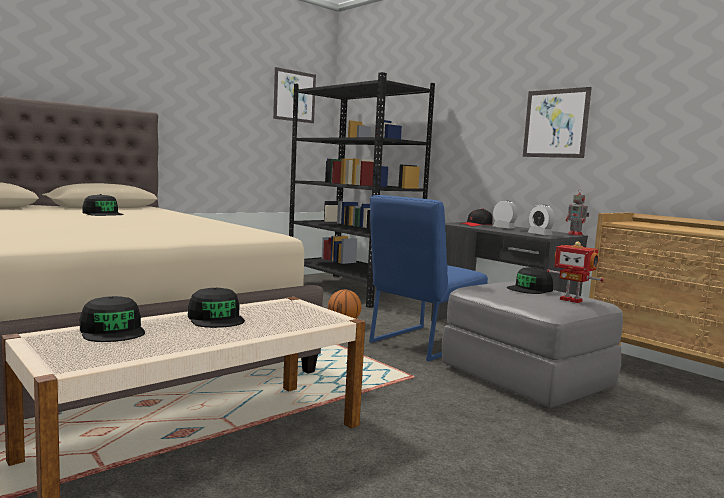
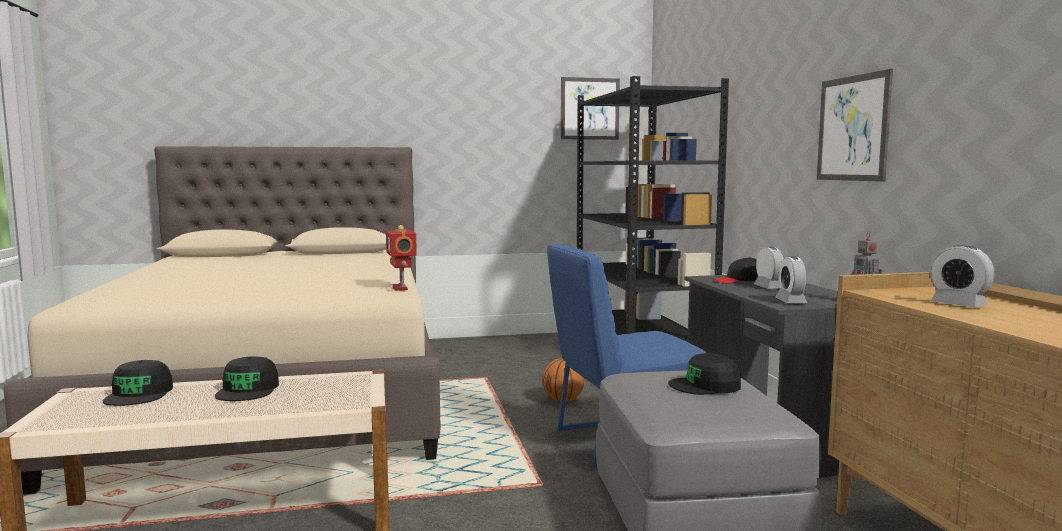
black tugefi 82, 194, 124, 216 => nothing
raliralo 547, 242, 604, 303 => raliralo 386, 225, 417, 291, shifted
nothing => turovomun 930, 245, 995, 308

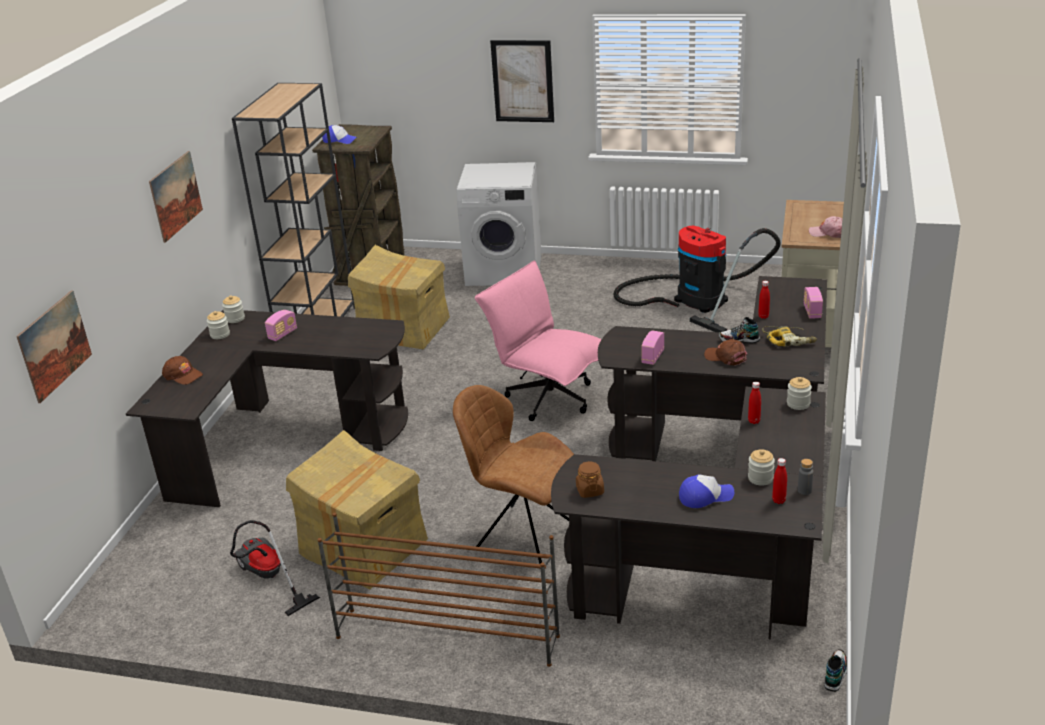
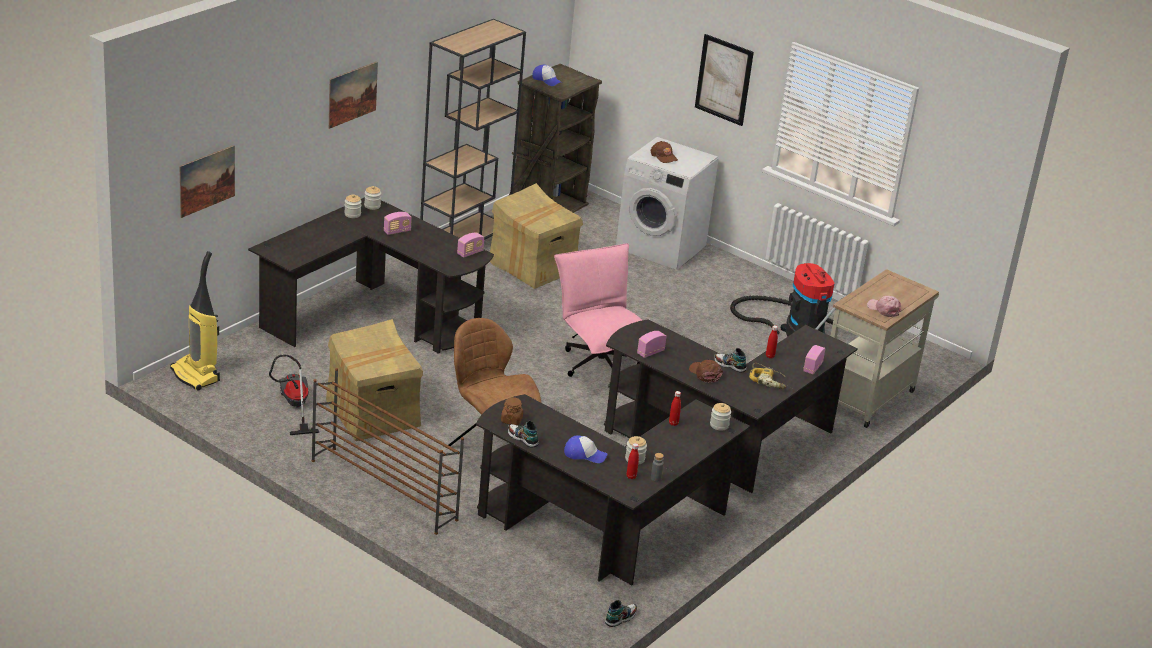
brown tugefi 162, 356, 203, 385 => brown tugefi 650, 141, 678, 163, shifted
nothing => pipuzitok 170, 251, 220, 390
nothing => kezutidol 457, 233, 484, 258
nothing => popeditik 508, 421, 539, 448

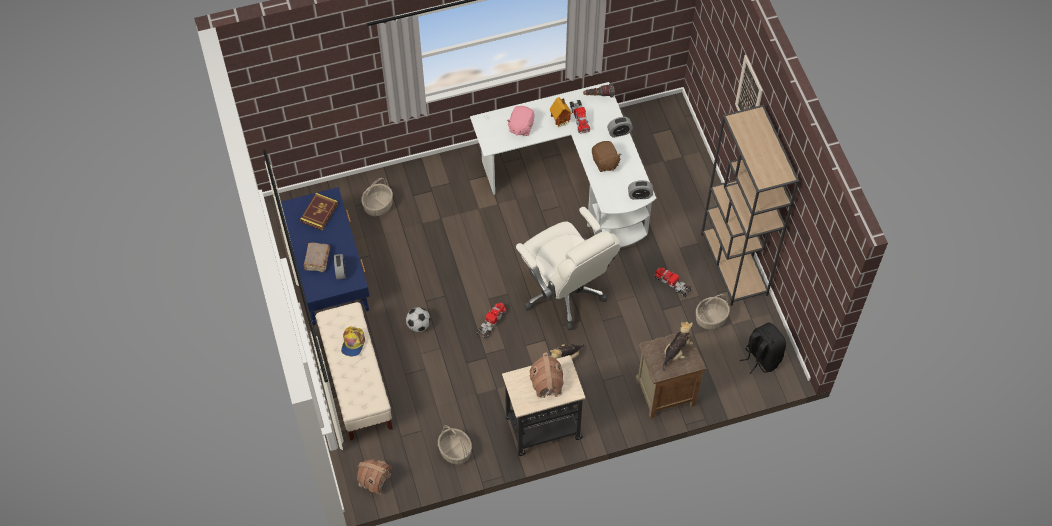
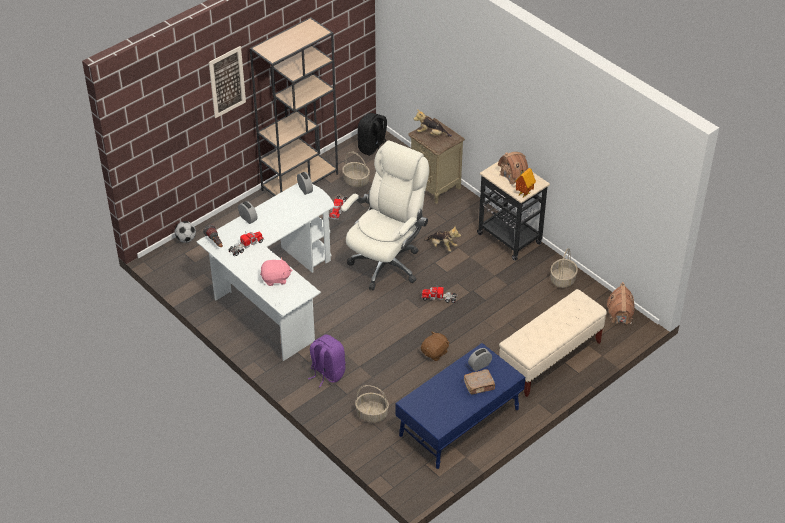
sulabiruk 300, 193, 338, 230 => nothing
tugefi 341, 326, 365, 356 => nothing
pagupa 406, 307, 431, 332 => pagupa 175, 221, 196, 243, shifted
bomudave 550, 97, 572, 127 => bomudave 516, 168, 536, 199, shifted
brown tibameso 592, 141, 622, 172 => brown tibameso 421, 331, 450, 361, shifted
nothing => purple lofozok 308, 334, 346, 387

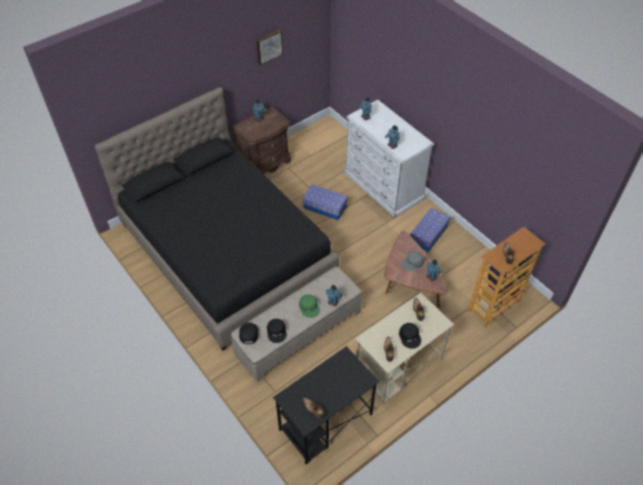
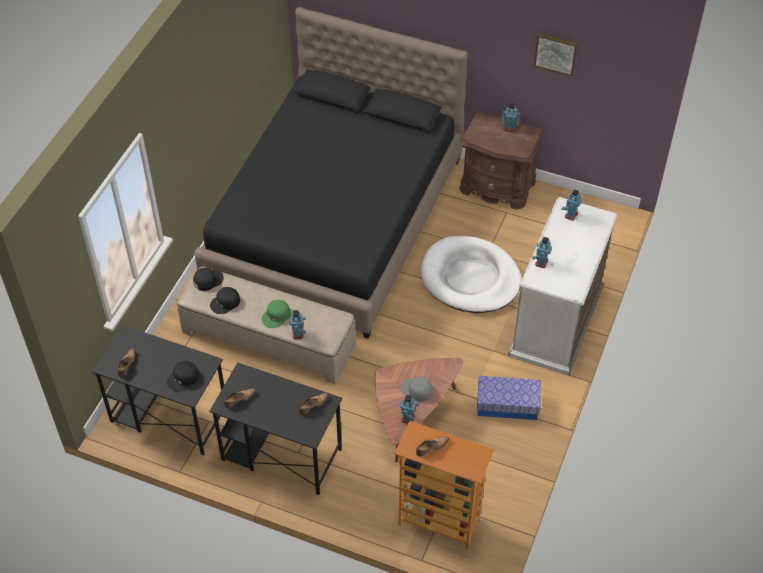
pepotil 302, 184, 348, 220 => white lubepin 421, 236, 522, 313
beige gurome 355, 293, 454, 405 => black gurome 209, 362, 342, 495
black tugefi 399, 323, 421, 349 => black tugefi 167, 361, 199, 392, shifted

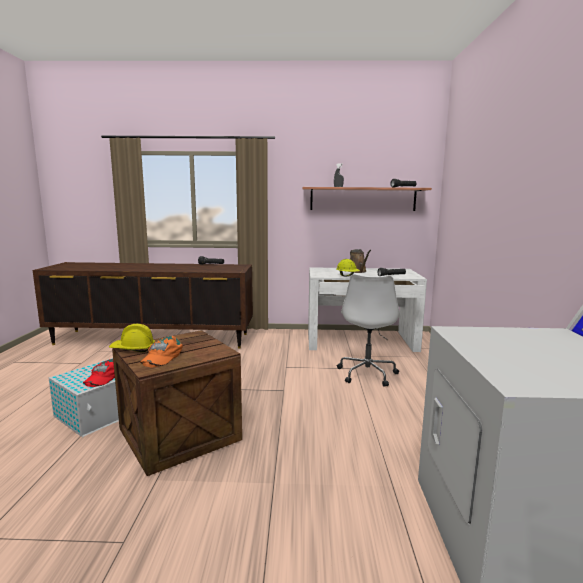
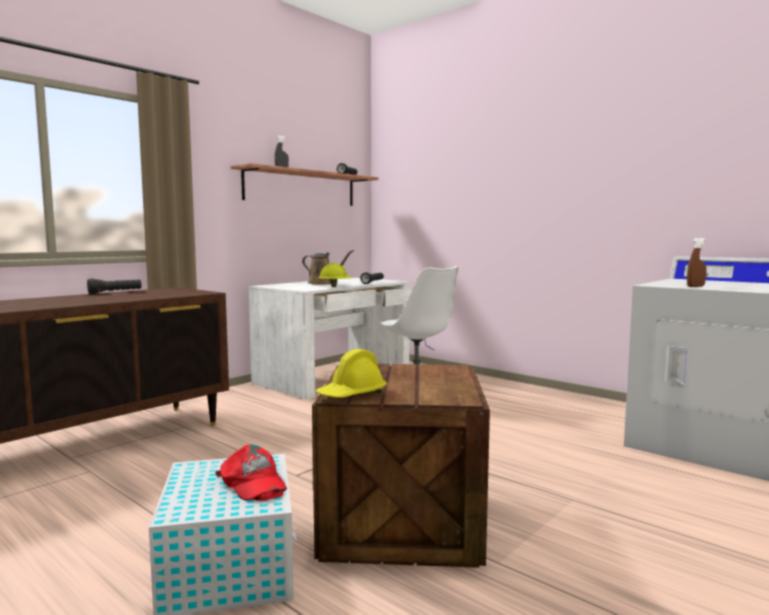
orange tugefi 140, 336, 183, 367 => nothing
nothing => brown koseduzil 687, 238, 706, 287

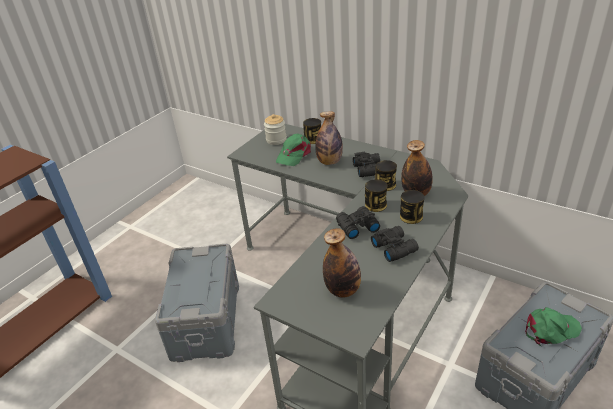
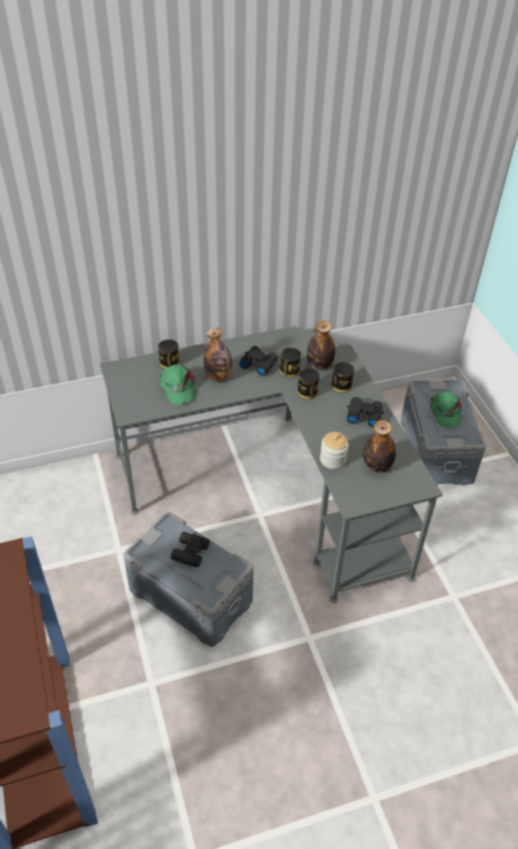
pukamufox 264, 114, 287, 145 => pukamufox 320, 432, 349, 469, shifted
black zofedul 336, 206, 380, 239 => black zofedul 171, 532, 210, 567, shifted
green tugefi 525, 307, 582, 346 => green tugefi 430, 392, 462, 427, 150 degrees clockwise

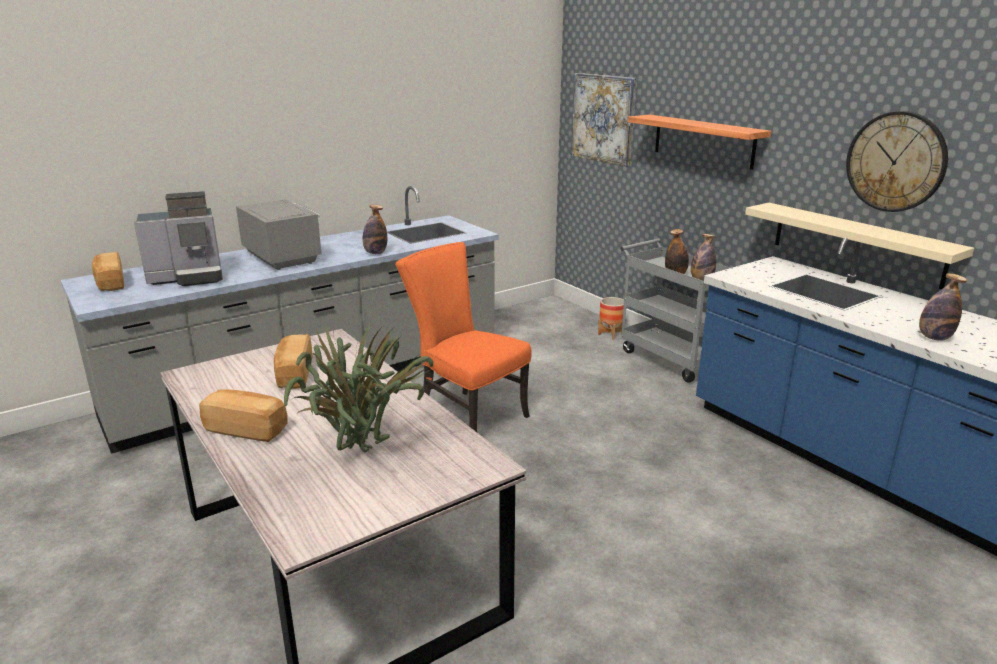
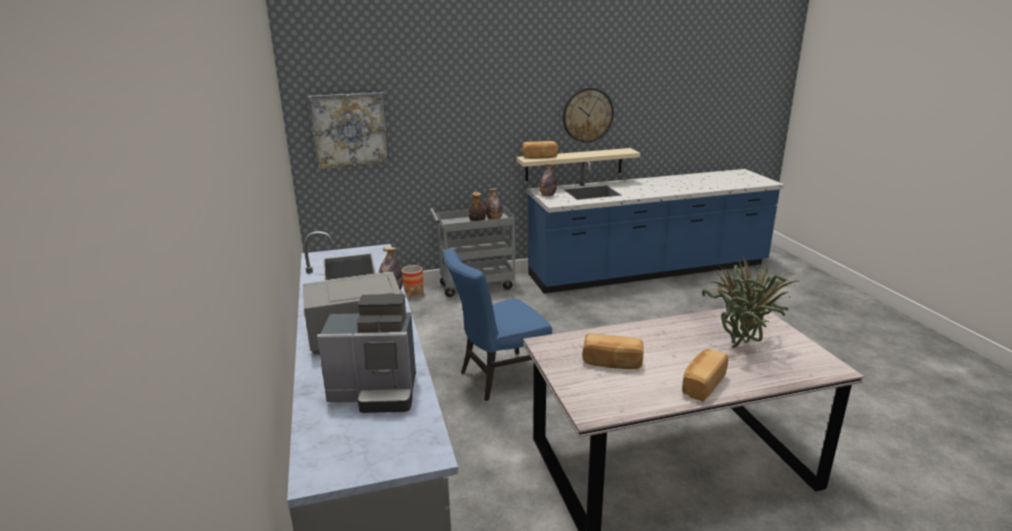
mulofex 92, 252, 124, 291 => mulofex 522, 141, 558, 159, shifted
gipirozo 134, 191, 223, 286 => gipirozo 317, 294, 416, 413, 90 degrees clockwise
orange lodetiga 395, 242, 532, 432 => blue lodetiga 443, 248, 552, 401
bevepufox 627, 114, 771, 170 => nothing
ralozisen 919, 273, 967, 341 => ralozisen 540, 163, 557, 196, shifted

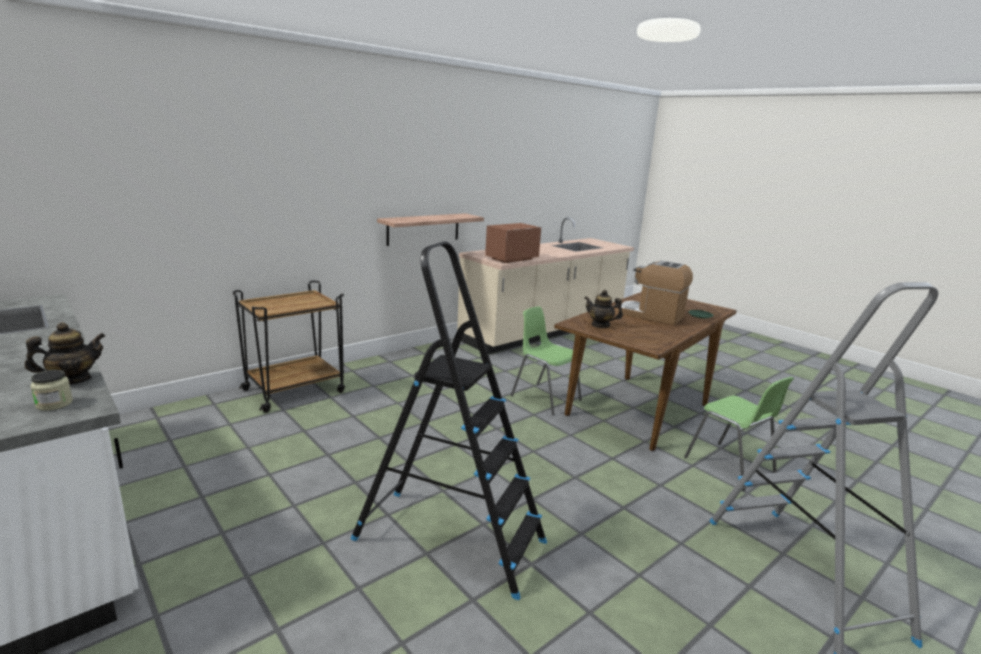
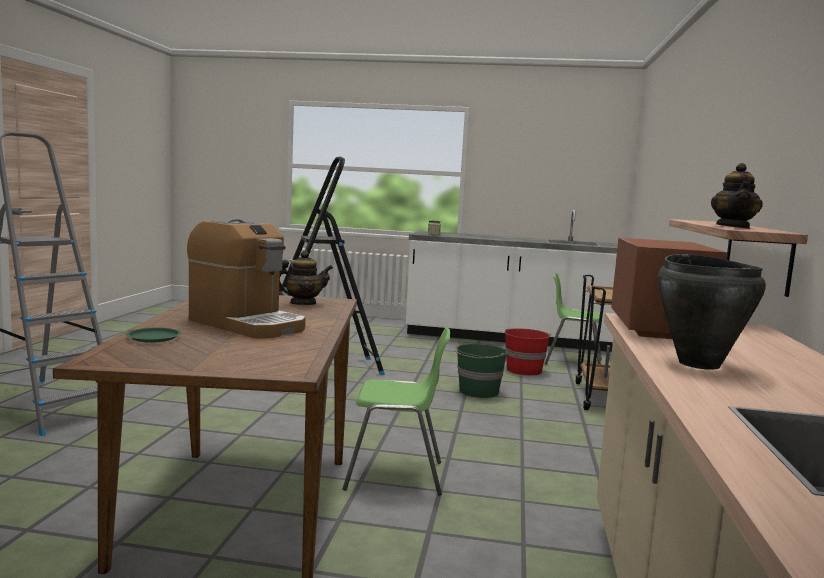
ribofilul 25, 322, 105, 385 => ribofilul 711, 163, 763, 229, shifted
gipirozo 618, 261, 693, 325 => gipirozo 187, 219, 306, 338, 45 degrees clockwise
green lodetiga 684, 377, 794, 491 => green lodetiga 544, 273, 602, 365, shifted
nothing => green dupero 454, 343, 508, 398
nothing => red dupero 505, 328, 551, 376
nothing => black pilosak 657, 254, 766, 370

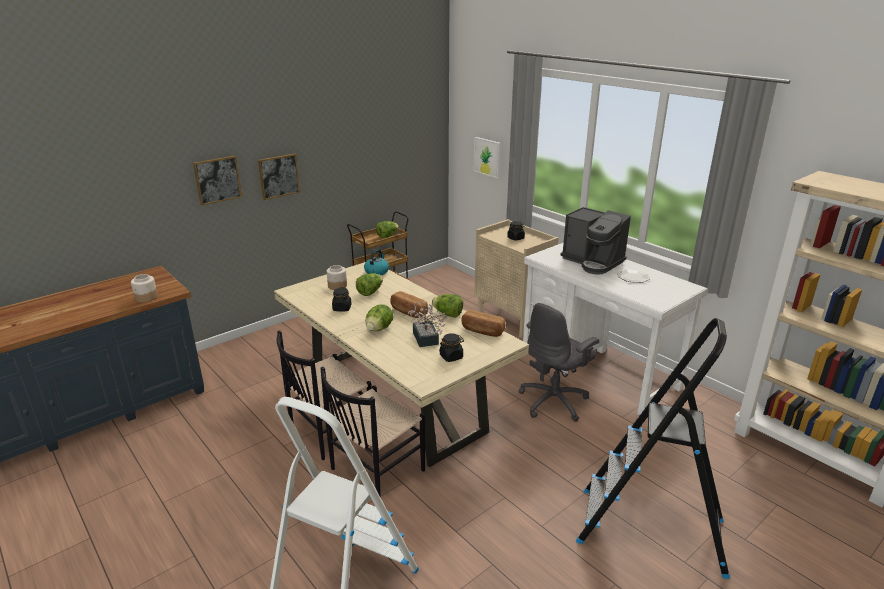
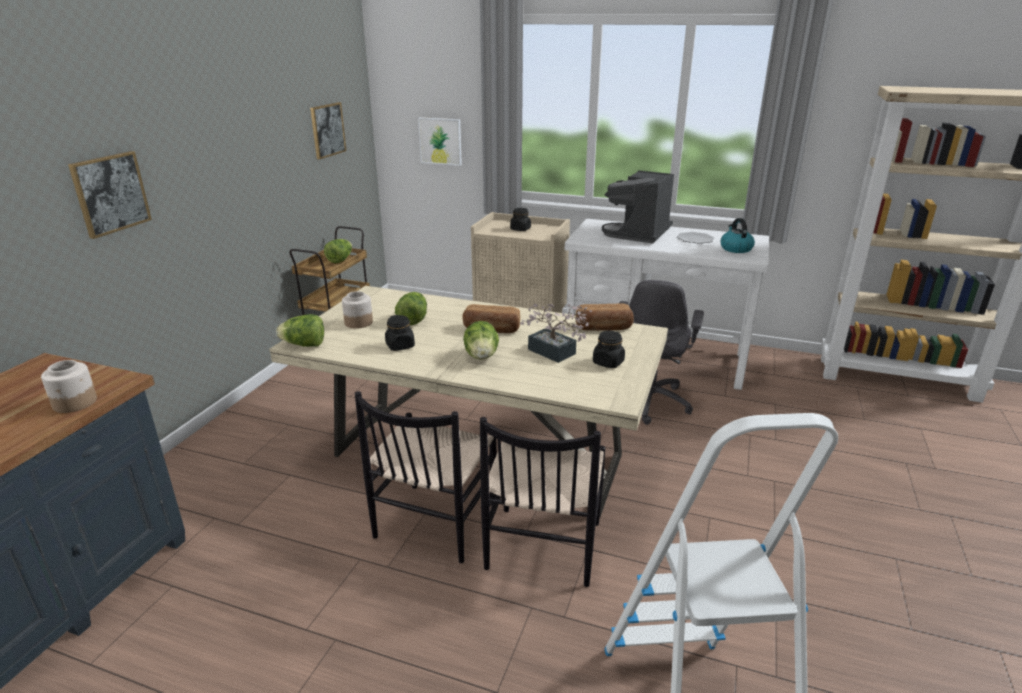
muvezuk 258, 153, 300, 200 => muvezuk 310, 102, 346, 160, shifted
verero 364, 249, 389, 275 => verero 721, 218, 755, 253, shifted
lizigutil 432, 294, 463, 318 => lizigutil 276, 314, 324, 347, shifted
gipirozo 560, 207, 631, 275 => gipirozo 602, 170, 674, 244, 105 degrees clockwise
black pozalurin 576, 318, 730, 579 => nothing

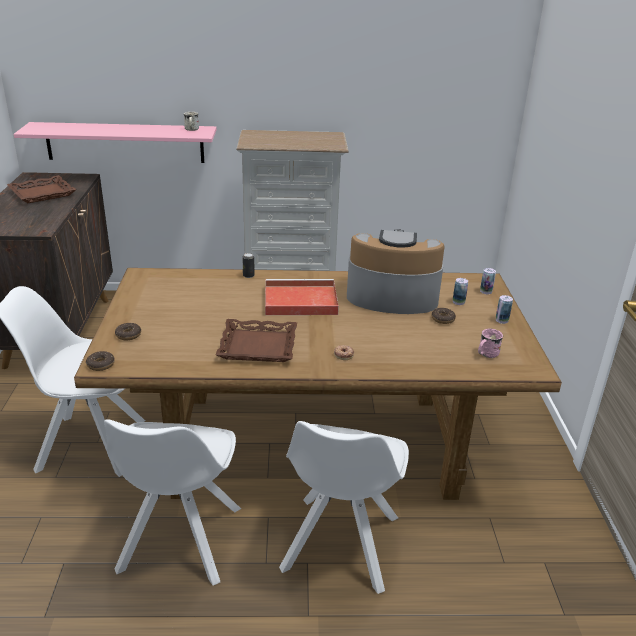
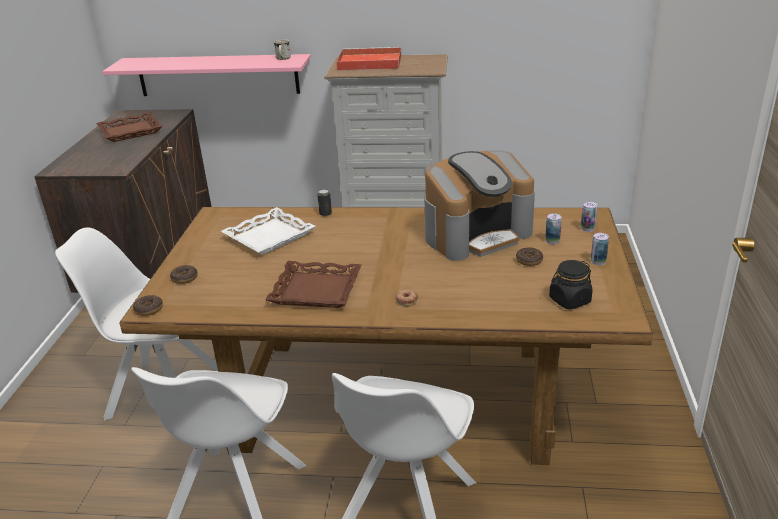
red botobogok 265, 279, 339, 315 => red botobogok 337, 47, 401, 70, shifted
gipirozo 347, 229, 445, 314 => gipirozo 424, 150, 535, 261, 135 degrees clockwise
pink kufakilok 478, 329, 503, 358 => black pukamufox 549, 260, 592, 309
nothing => white botobogok 221, 207, 316, 255

